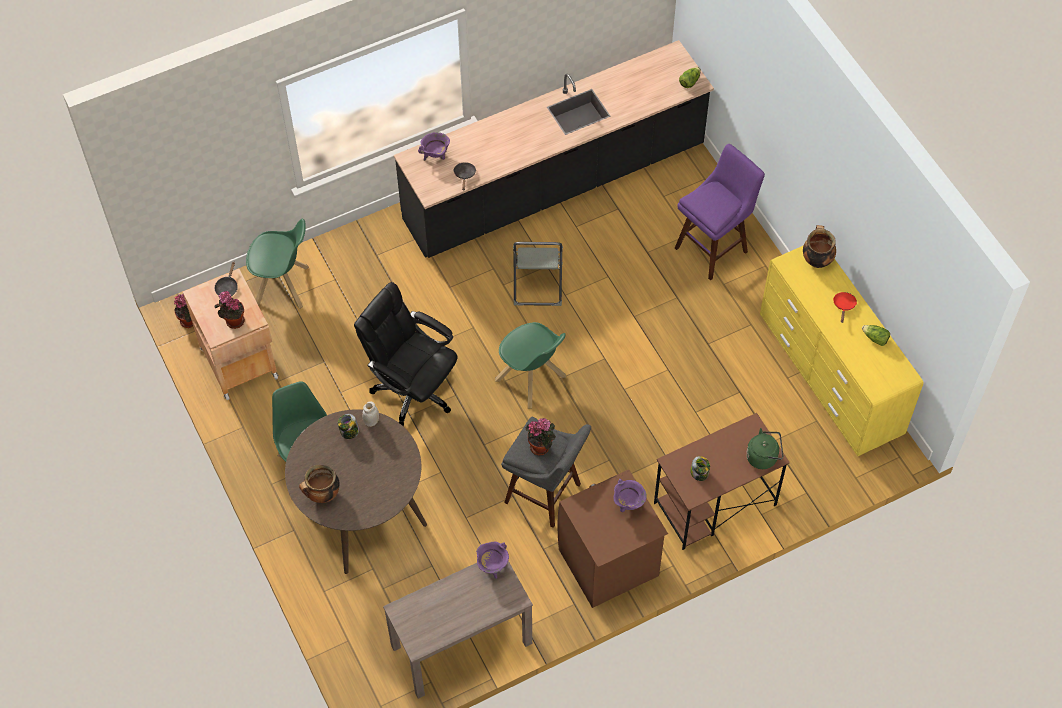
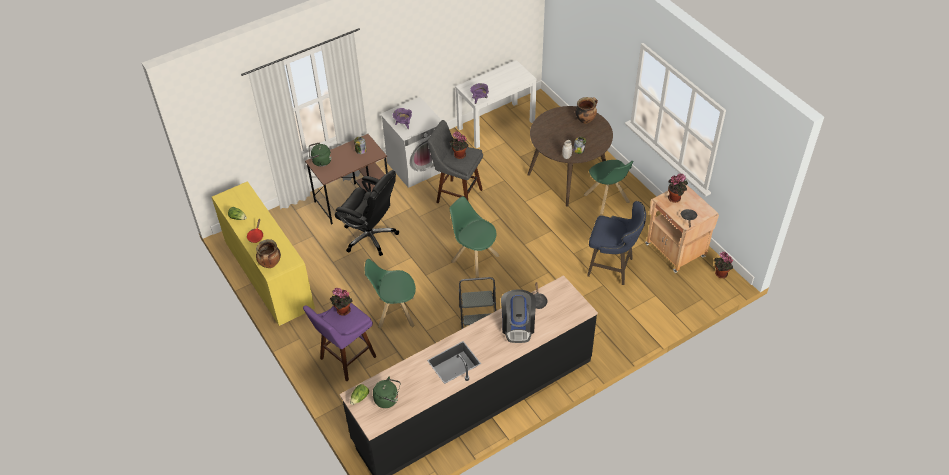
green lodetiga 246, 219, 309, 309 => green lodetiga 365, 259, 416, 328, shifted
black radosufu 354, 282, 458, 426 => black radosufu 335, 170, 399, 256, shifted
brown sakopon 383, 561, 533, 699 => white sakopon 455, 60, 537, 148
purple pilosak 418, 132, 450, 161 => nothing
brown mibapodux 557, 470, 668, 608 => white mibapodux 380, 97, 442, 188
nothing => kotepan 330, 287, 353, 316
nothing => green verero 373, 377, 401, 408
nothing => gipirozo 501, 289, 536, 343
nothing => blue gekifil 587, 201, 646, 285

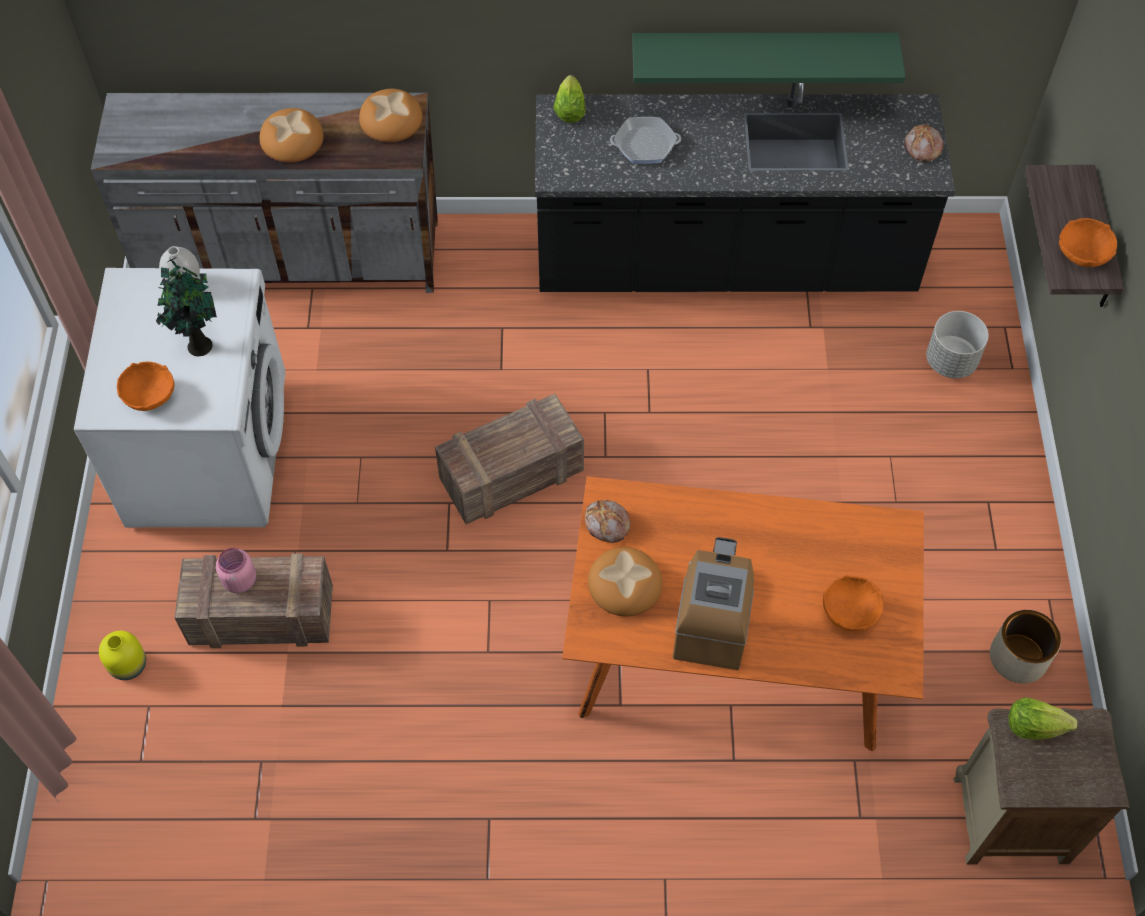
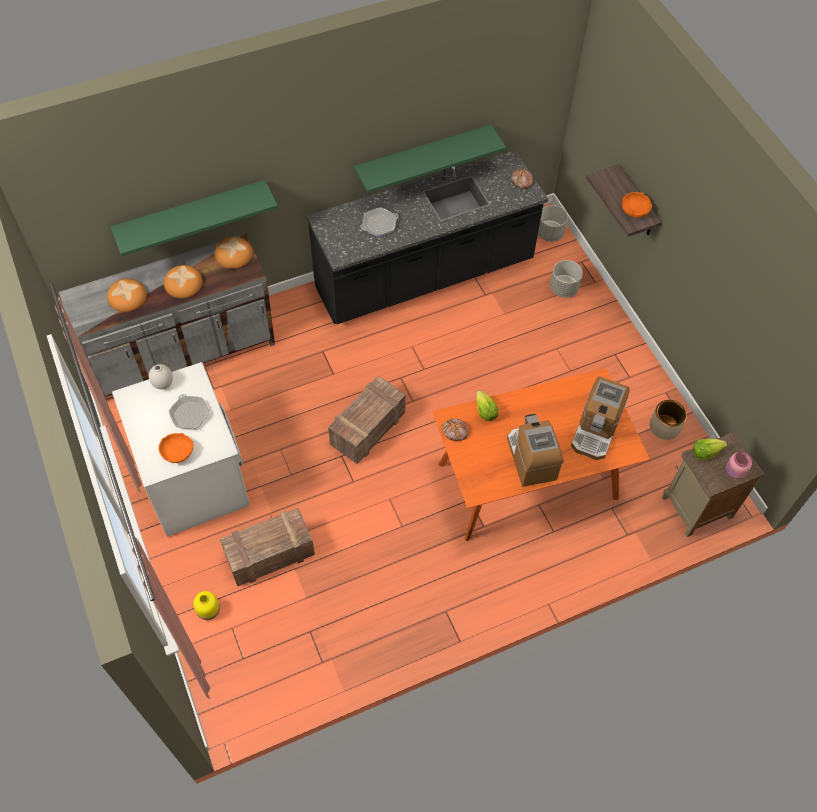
kotepan 156, 257, 217, 356 => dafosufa 169, 394, 210, 431
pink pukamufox 216, 548, 256, 593 => pink pukamufox 726, 452, 752, 479, shifted
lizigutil 554, 75, 586, 123 => lizigutil 476, 390, 498, 421, shifted
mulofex 588, 547, 663, 617 => mulofex 107, 279, 147, 312, shifted
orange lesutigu 823, 575, 884, 631 => gipirozo 571, 376, 630, 460
nothing => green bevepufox 110, 180, 278, 256
nothing => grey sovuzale 538, 205, 568, 242

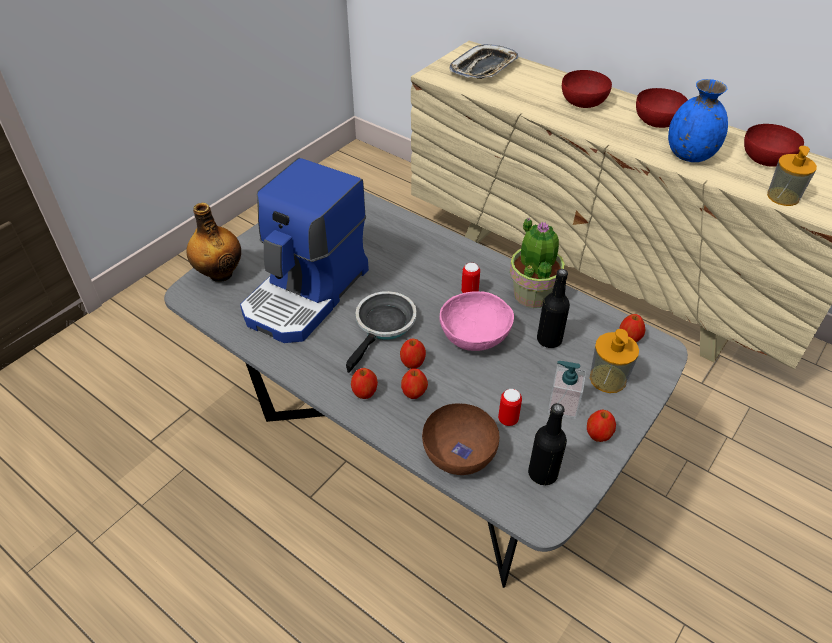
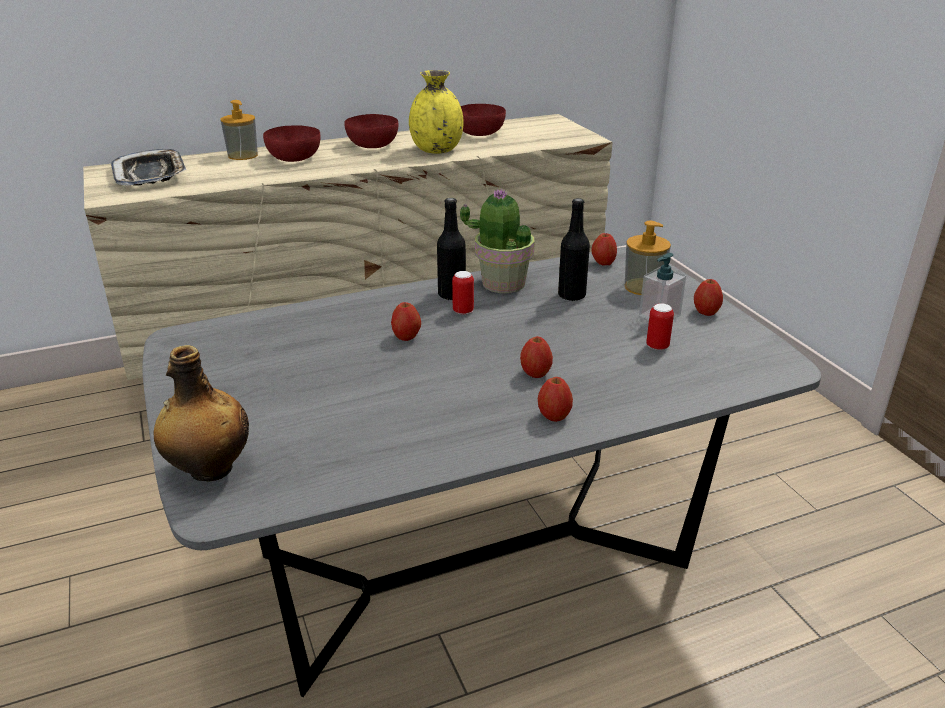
gipirozo 240, 158, 369, 343 => nothing
dafosufa 346, 291, 417, 373 => nothing
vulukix 401, 368, 428, 399 => vulukix 391, 302, 421, 341, shifted
brown lesutigu 422, 403, 499, 475 => nothing
pink lesutigu 440, 291, 514, 351 => nothing
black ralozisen 528, 403, 567, 485 => black ralozisen 437, 198, 466, 300, shifted
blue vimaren 668, 79, 728, 162 => yellow vimaren 409, 70, 464, 154
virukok 767, 146, 817, 206 => virukok 221, 100, 258, 160, shifted

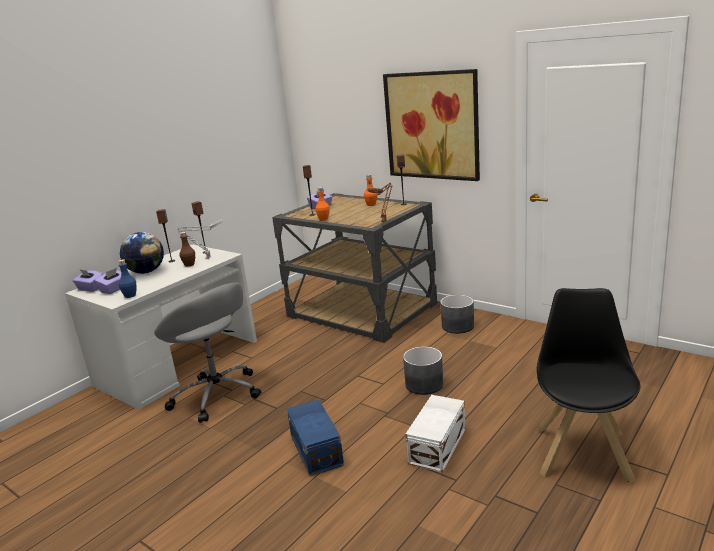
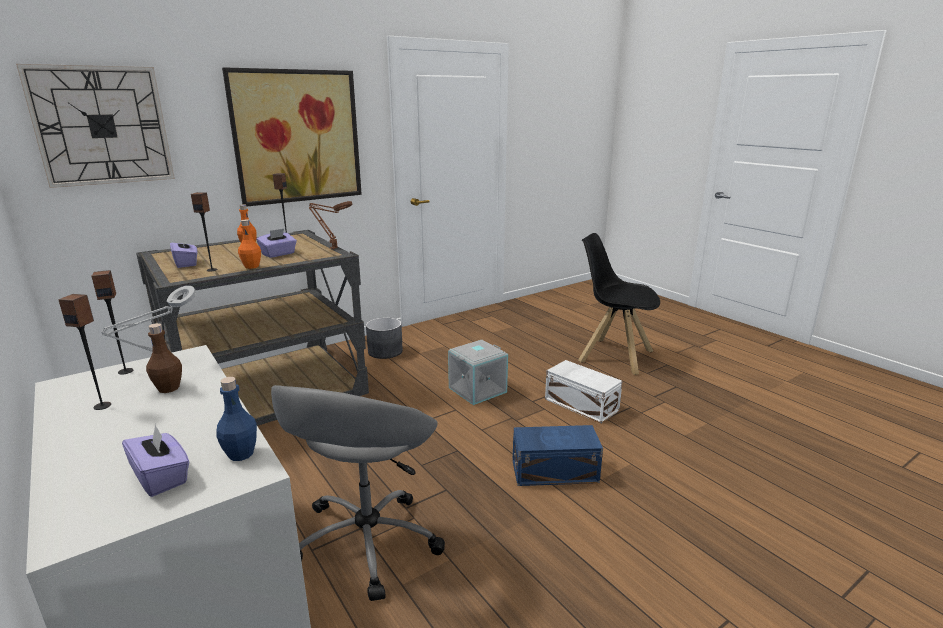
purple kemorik 73, 270, 103, 292 => purple kemorik 257, 229, 297, 258, shifted
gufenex 120, 232, 164, 274 => nothing
grey radosufu 154, 282, 261, 423 => grey radosufu 271, 385, 445, 601, 135 degrees clockwise
grey sovuzale 403, 346, 443, 395 => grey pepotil 448, 340, 508, 405
nothing => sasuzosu 16, 64, 175, 188

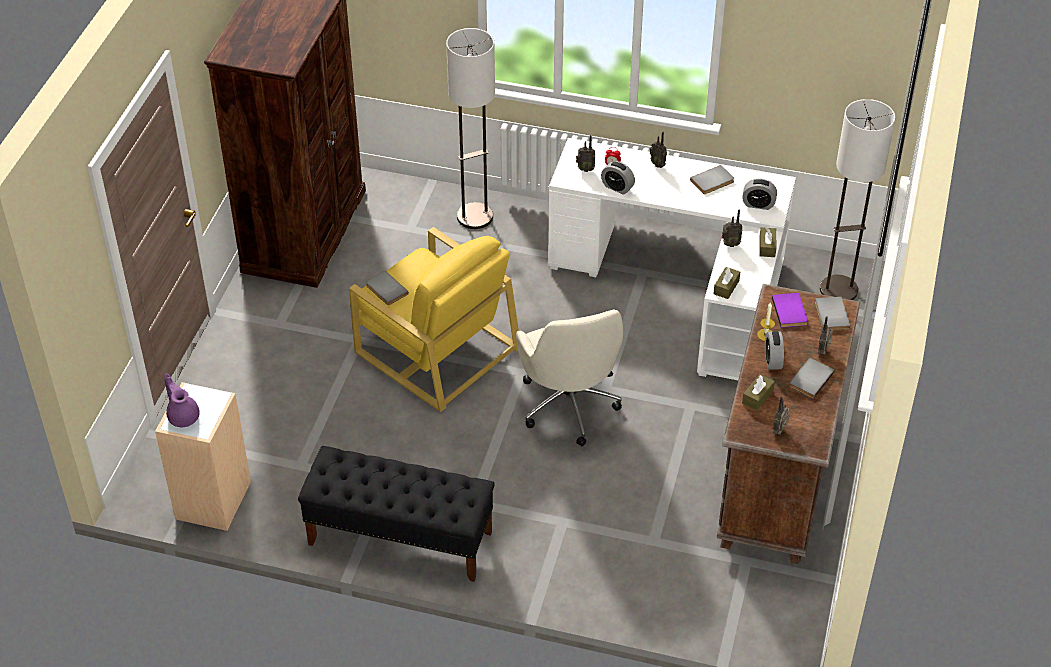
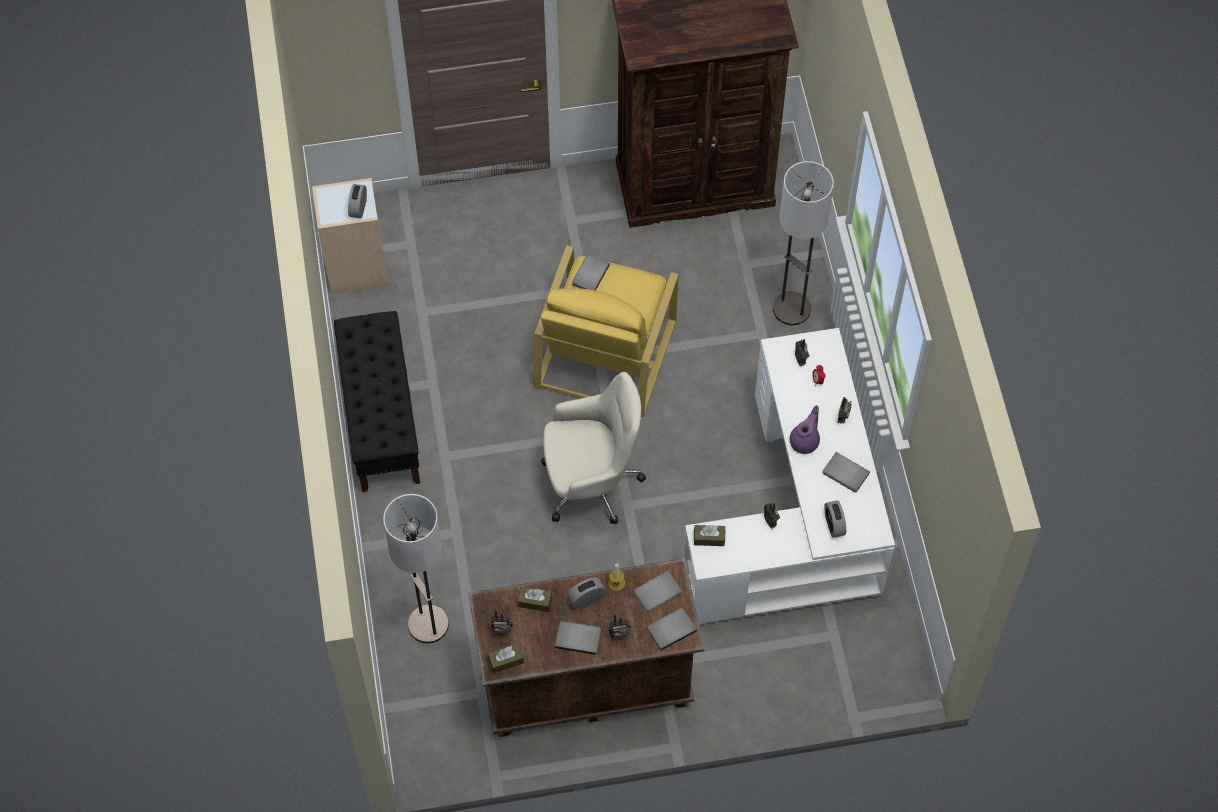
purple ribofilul 164, 373, 200, 427 => purple ribofilul 790, 405, 820, 454, shifted
beige radosufu 516, 310, 623, 446 => beige radosufu 541, 372, 646, 524, 150 degrees counterclockwise
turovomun 601, 161, 635, 194 => turovomun 348, 184, 367, 218, shifted
brown kemorik 759, 227, 776, 257 => brown kemorik 488, 643, 524, 673, shifted
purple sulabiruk 772, 293, 808, 328 => grey sulabiruk 633, 570, 682, 613
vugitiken 820, 99, 895, 300 => vugitiken 383, 494, 449, 643, shifted

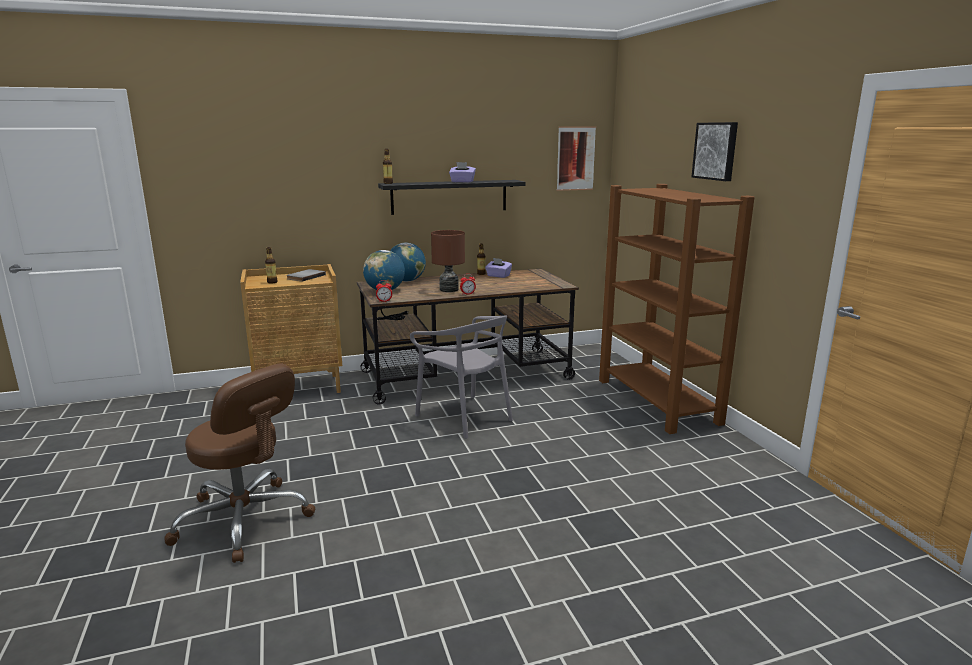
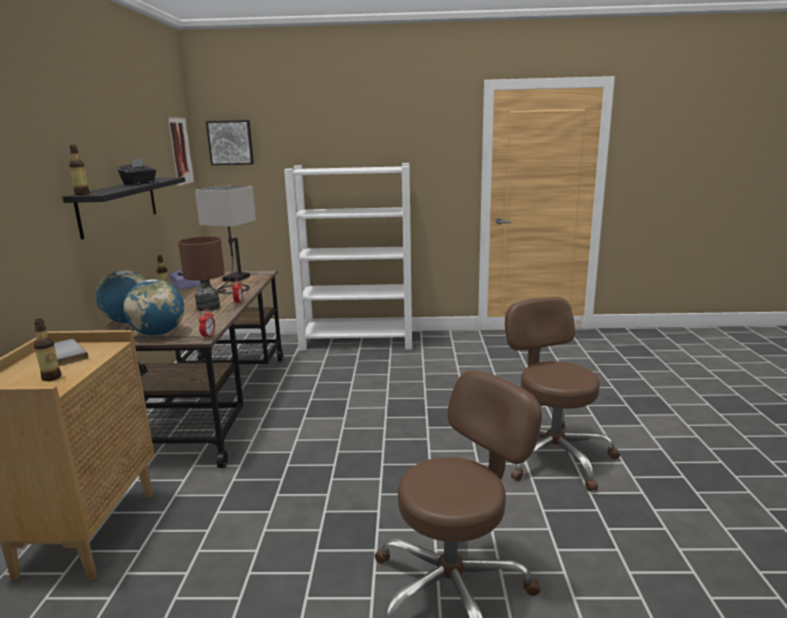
grey lodetiga 410, 315, 513, 439 => nothing
purple kemorik 449, 162, 476, 183 => black kemorik 118, 158, 156, 185
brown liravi 599, 184, 755, 434 => white liravi 284, 163, 412, 351
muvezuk 691, 122, 738, 181 => muvezuk 206, 120, 254, 165, shifted
nothing => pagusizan 195, 186, 256, 294
nothing => brown radosufu 505, 297, 620, 491

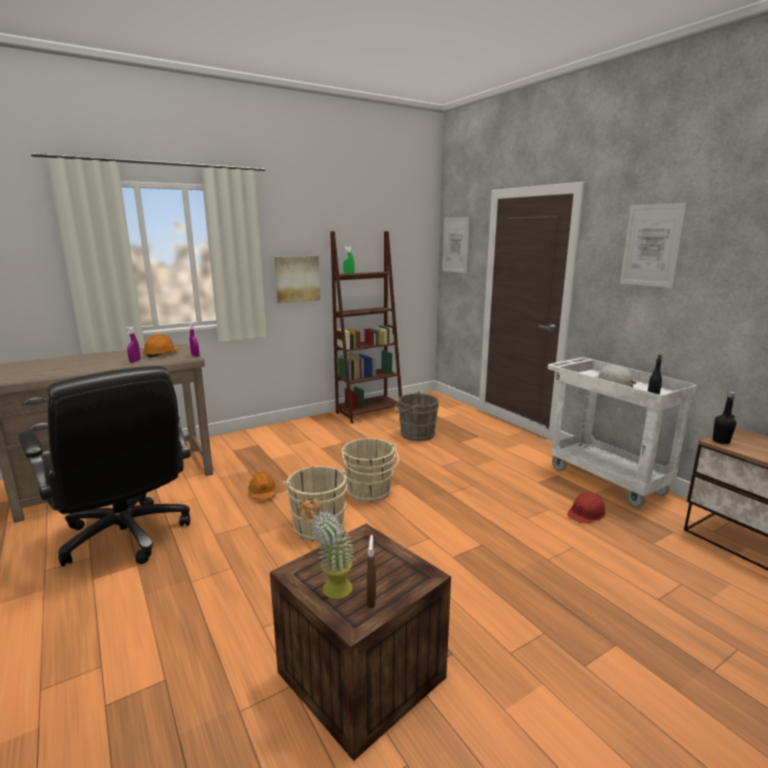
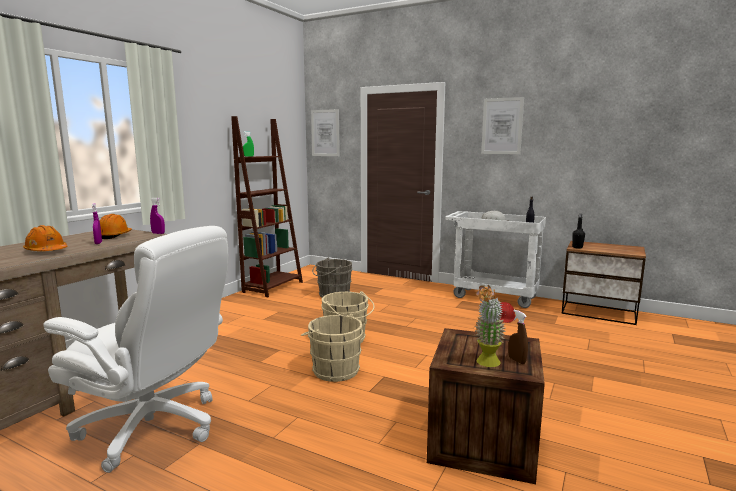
black radosufu 18, 366, 191, 567 => white radosufu 43, 226, 228, 473
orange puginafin 248, 472, 277, 500 => orange puginafin 23, 225, 68, 251, shifted
muvezuk 275, 256, 320, 304 => nothing

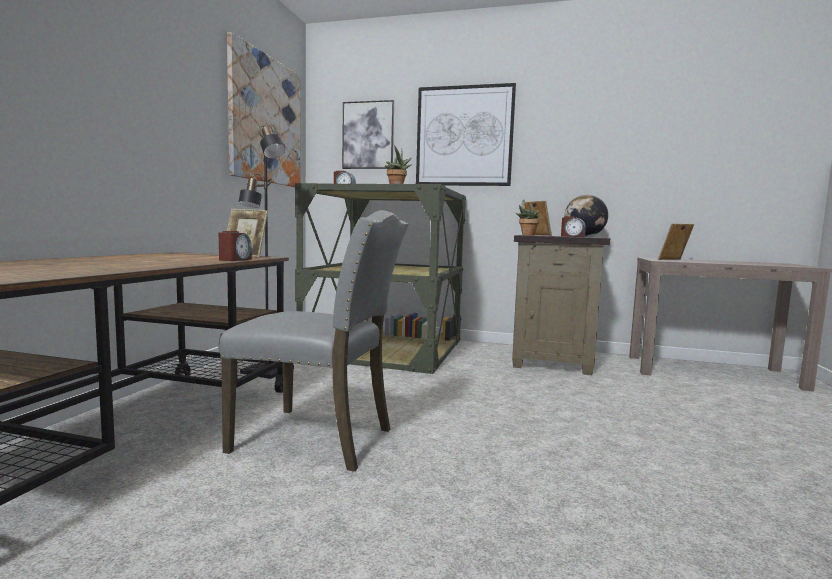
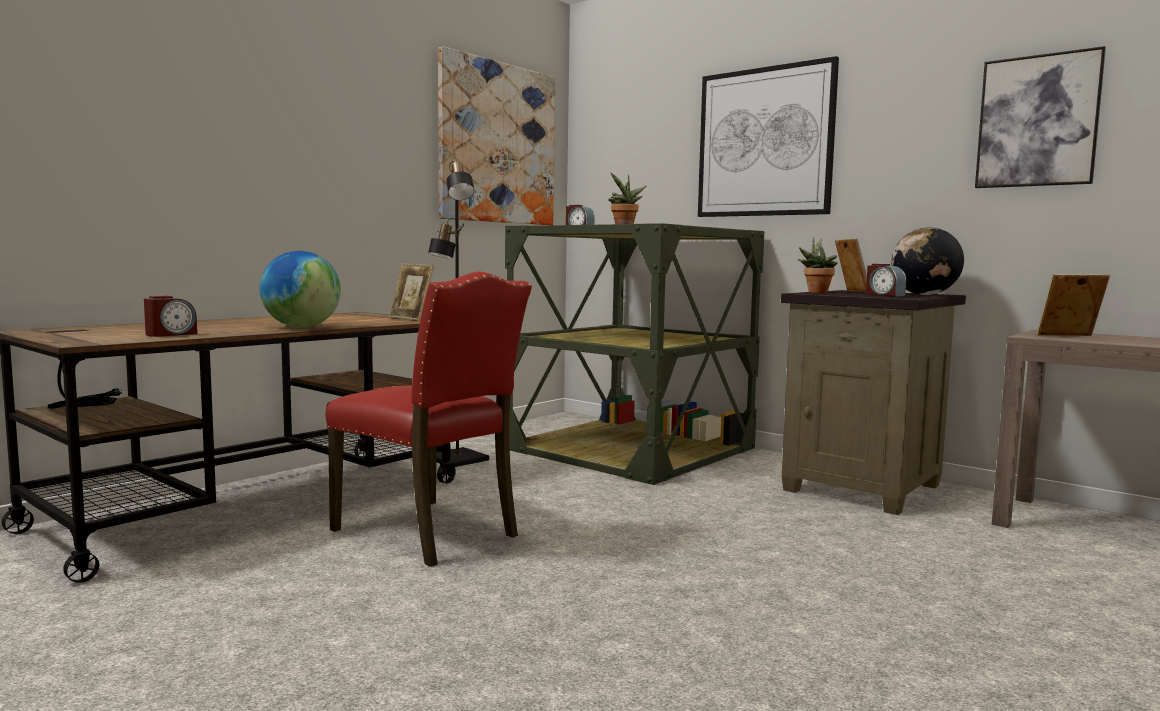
grey lodetiga 218, 210, 408, 472 => red lodetiga 325, 272, 532, 567
turovomun 219, 231, 252, 261 => turovomun 144, 296, 197, 337, shifted
muvezuk 342, 100, 394, 169 => muvezuk 975, 46, 1106, 188, shifted
nothing => gufenex 260, 251, 341, 328

